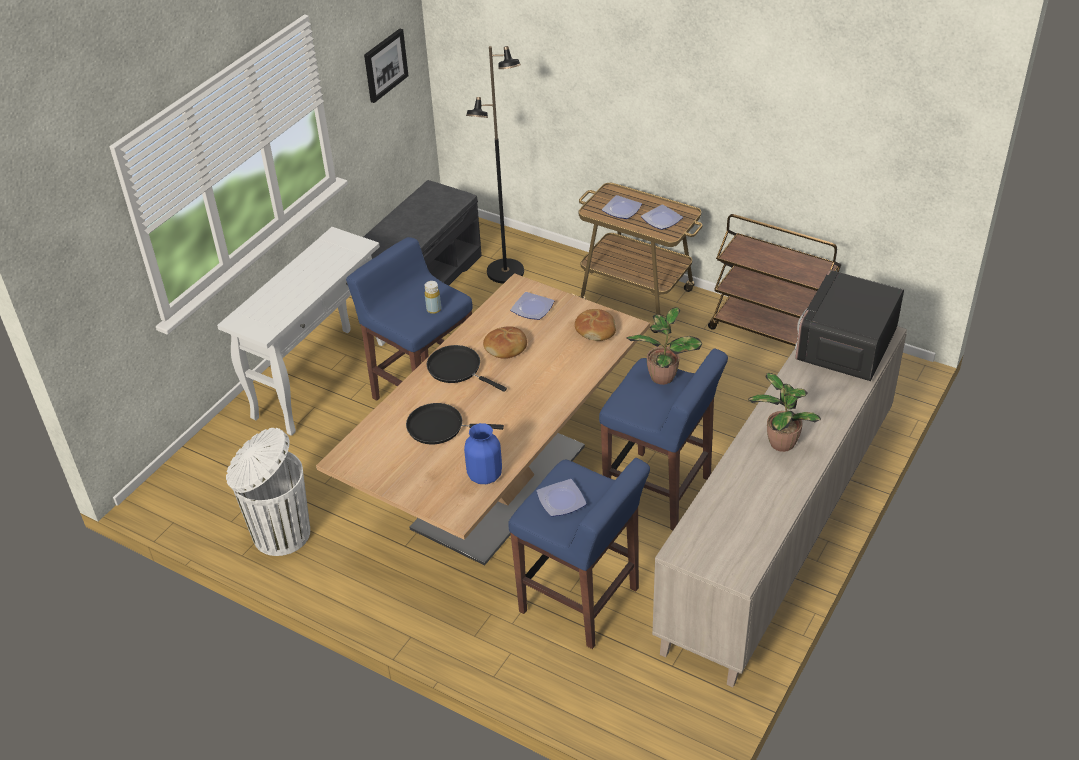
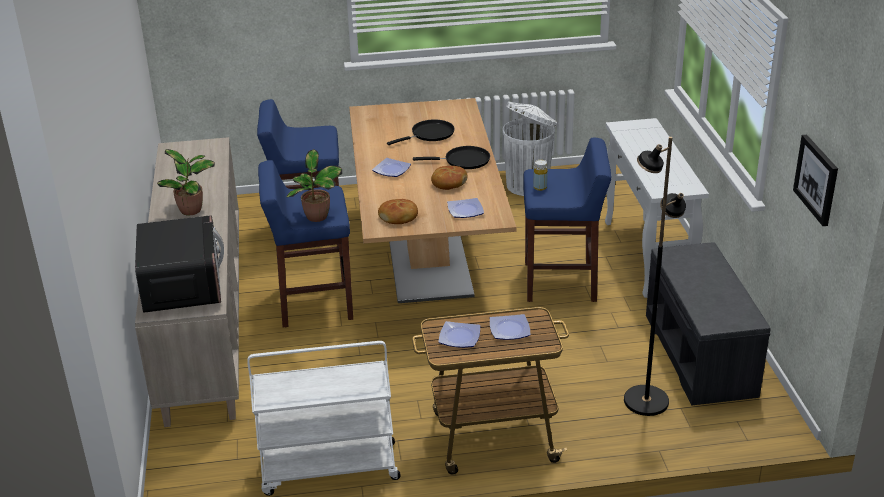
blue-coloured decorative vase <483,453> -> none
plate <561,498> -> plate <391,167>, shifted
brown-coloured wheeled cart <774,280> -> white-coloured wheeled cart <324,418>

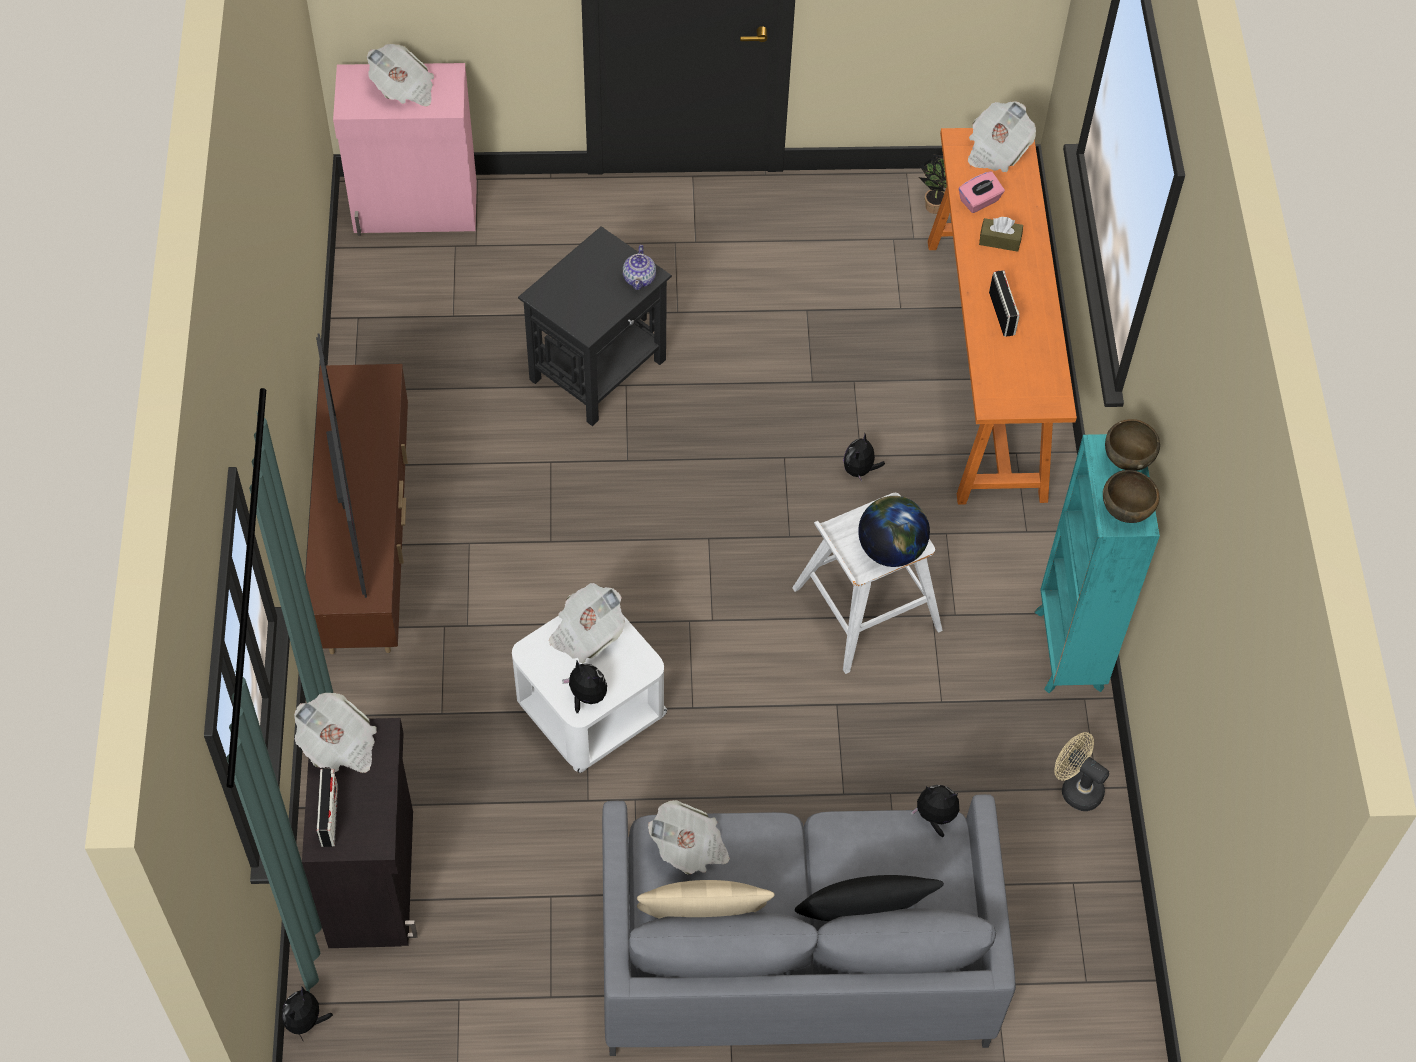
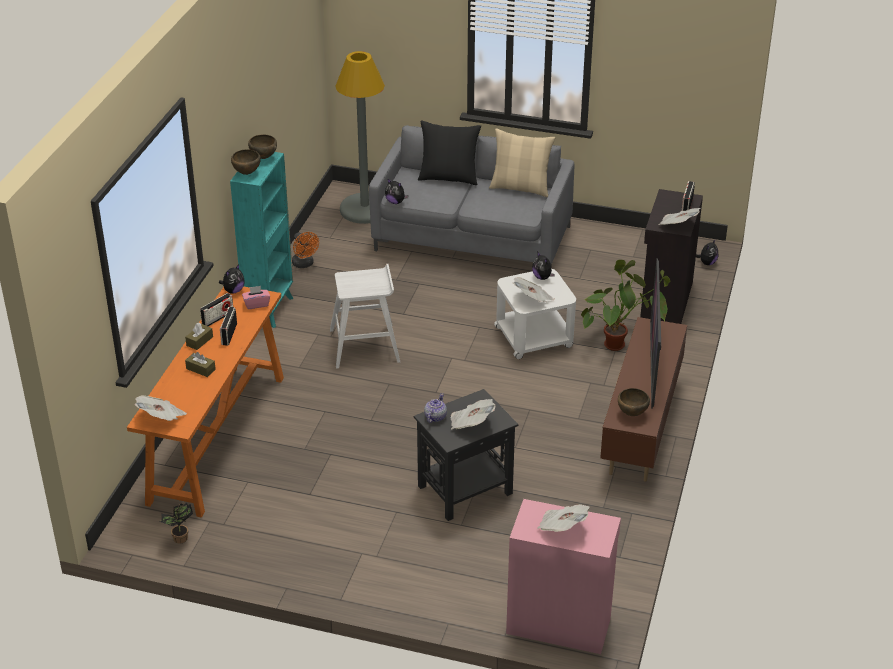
globe <894,531> -> none
none -> brown-coloured tissue box <199,336>
none -> radio set <216,309>
none -> gray floor lamp <360,137>
none -> plant in a pot <625,305>
none -> brown-coloured deep dish <634,402>
daily paper <689,837> -> daily paper <473,414>, shifted
cuddly toy <864,458> -> cuddly toy <232,278>, shifted
pink-coloured tissue box <982,192> -> pink-coloured tissue box <256,297>, shifted
sand-coloured cooling fan <1081,771> -> orangey cooling fan <305,250>

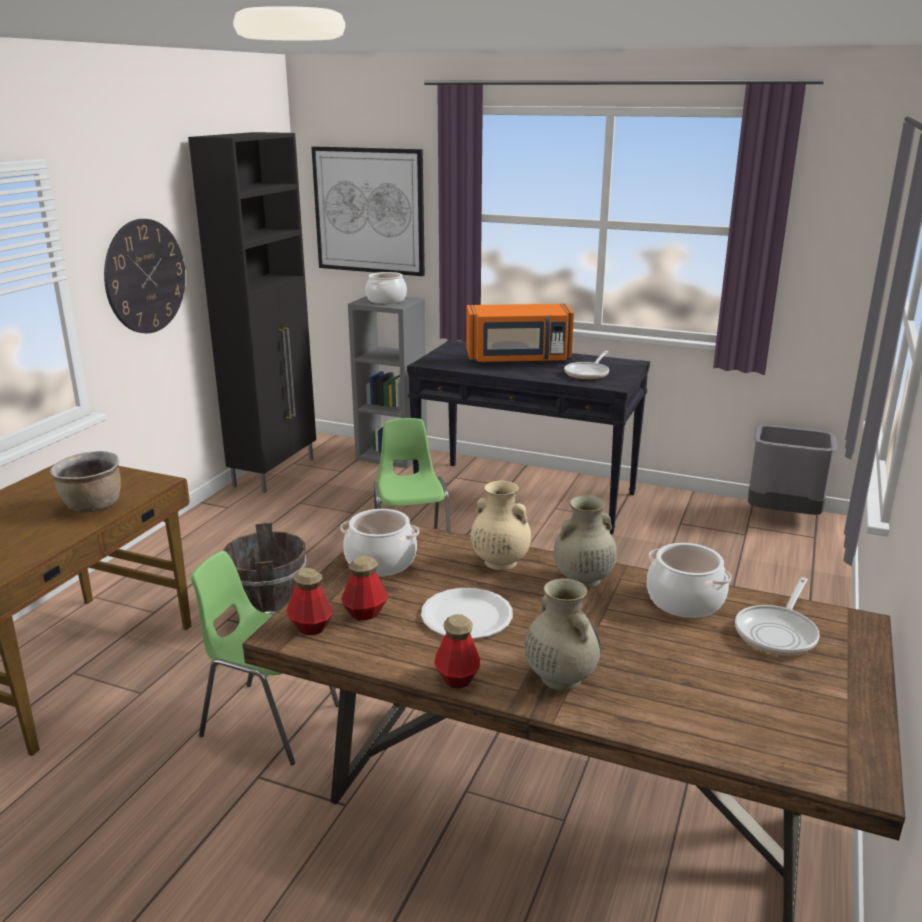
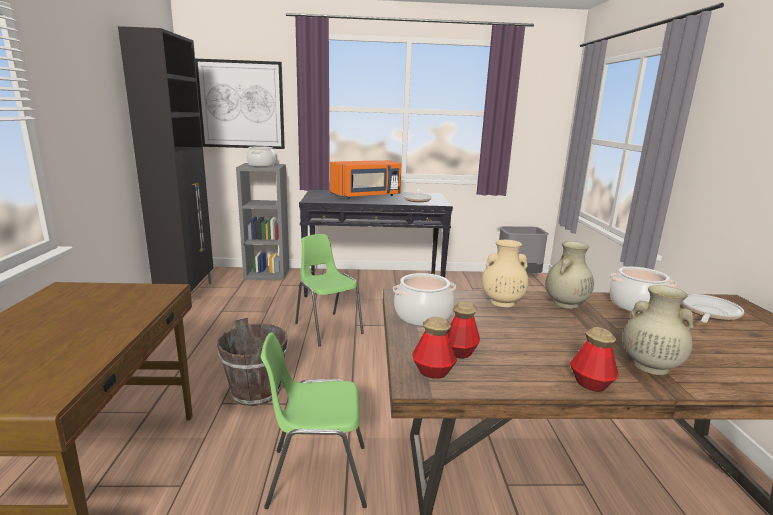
brown-coloured cooking pot <85,482> -> none
hanging clock <144,276> -> none
white-coloured plate <467,613> -> none
frying pan <777,616> -> frying pan <713,308>, 150 degrees counterclockwise

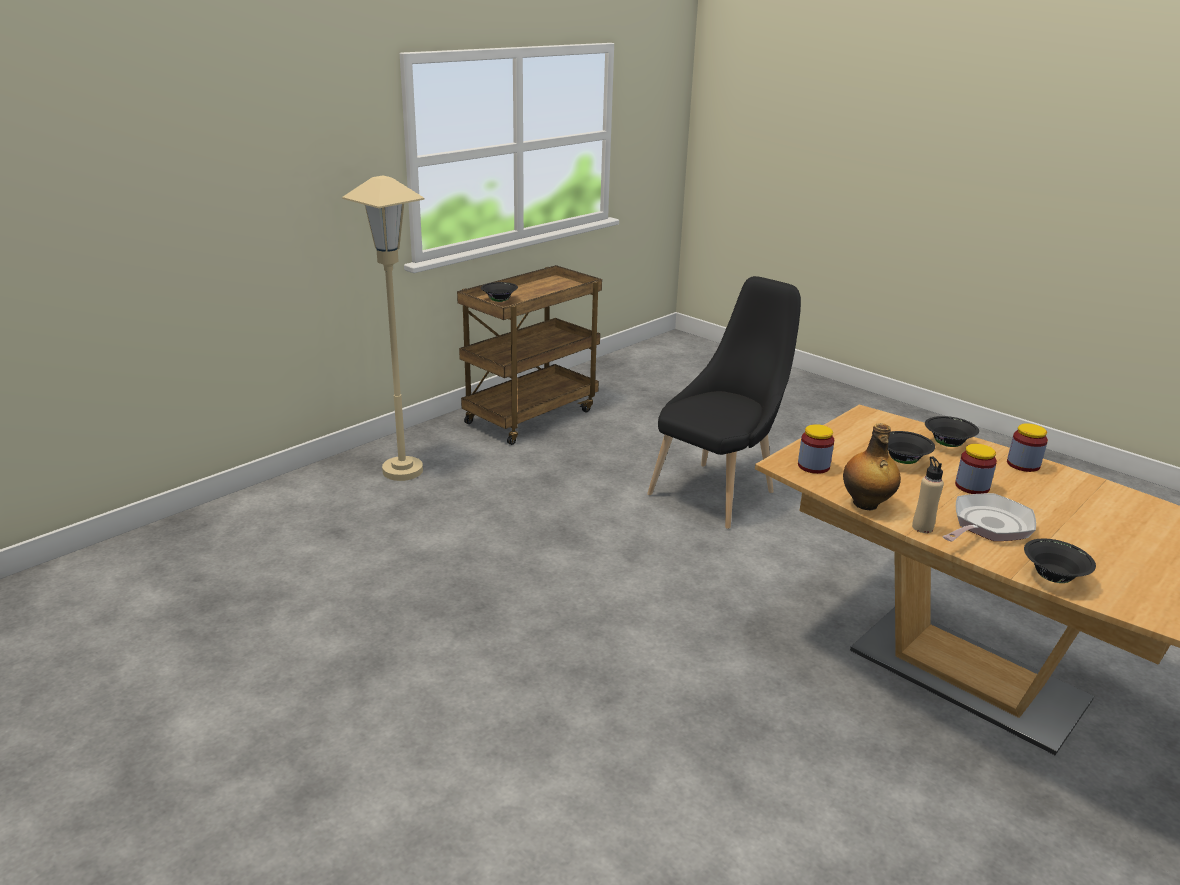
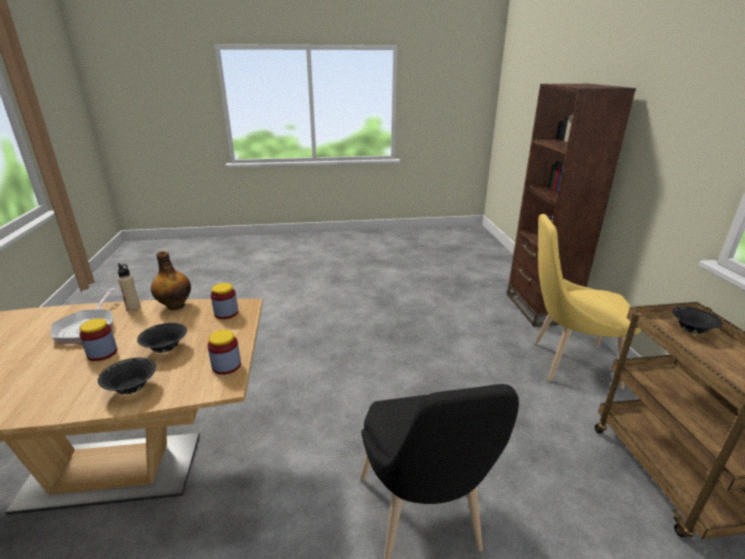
blackish deep dish <1060,561> -> none
none -> brown-coloured bookcase <571,205>
storage jar <1027,447> -> storage jar <224,352>, shifted
sand-coloured floor lamp <383,328> -> yellow-coloured plain chair <588,301>

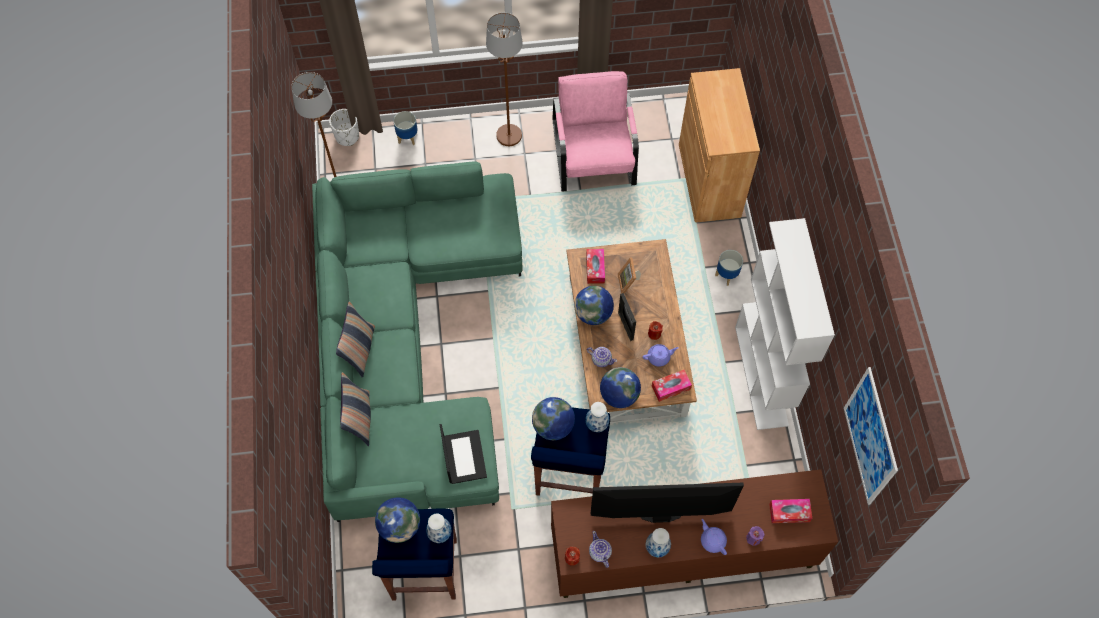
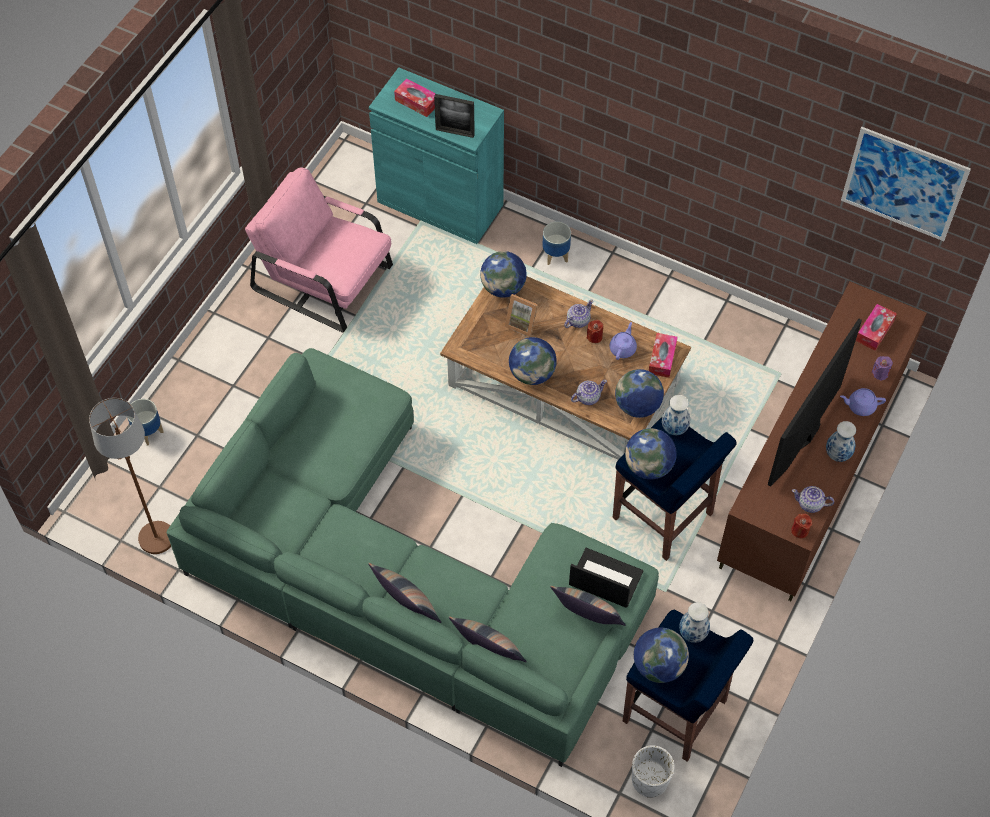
brown-coloured floor lamp <504,79> -> none
white-coloured bookcase <785,324> -> none
none -> globe <503,274>
none -> throw pillow <588,606>
none -> pot for tea <578,314>
white-coloured plant pot <344,127> -> white-coloured plant pot <653,772>, shifted
tissue box <595,266> -> tissue box <415,97>, shifted
picture frame <627,317> -> picture frame <454,116>, shifted
brown-coloured cabinet <719,145> -> blue-green cabinet <436,155>

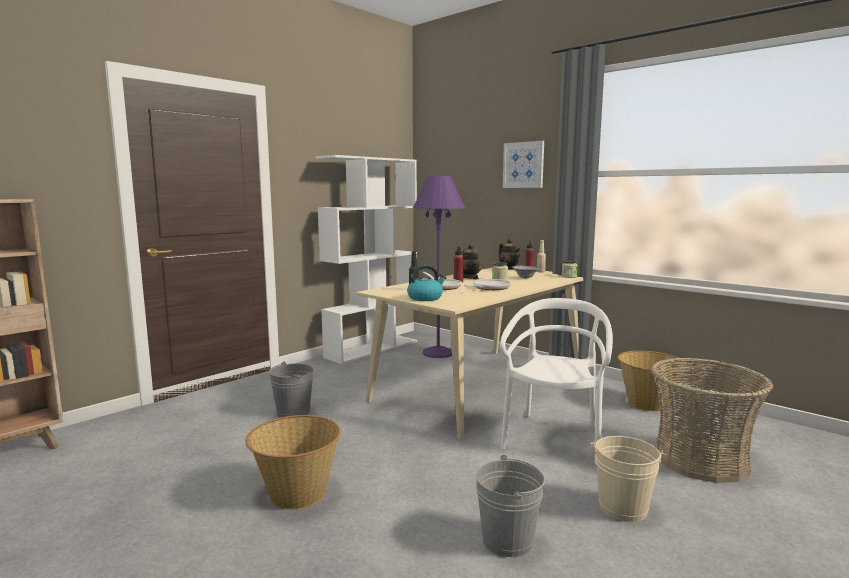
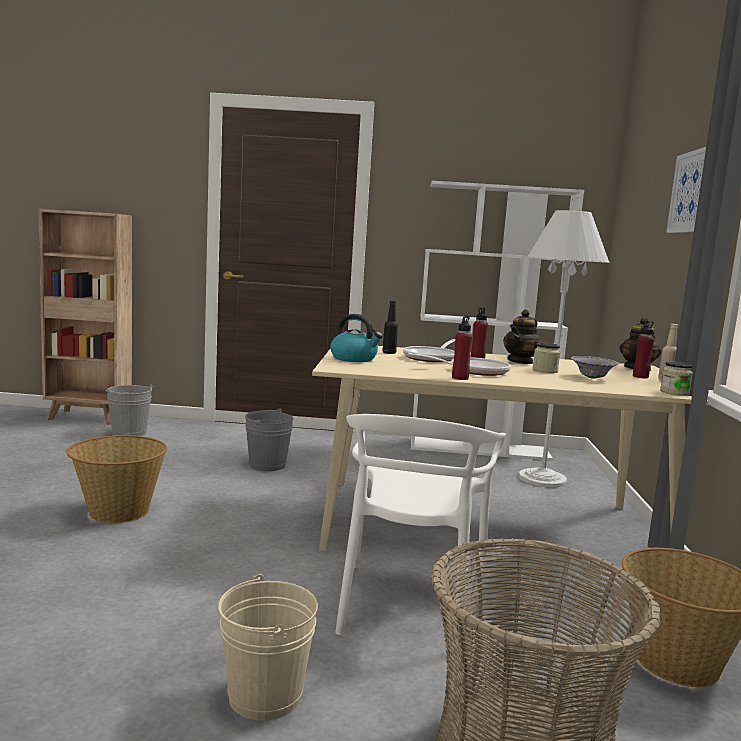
none -> red-coloured beverage bottle <462,348>
gray water bucket <510,506> -> gray water bucket <130,410>, shifted
purplish floor lamp <439,267> -> white-coloured floor lamp <564,349>
white-coloured plain chair <556,381> -> white-coloured plain chair <420,524>, 120 degrees clockwise

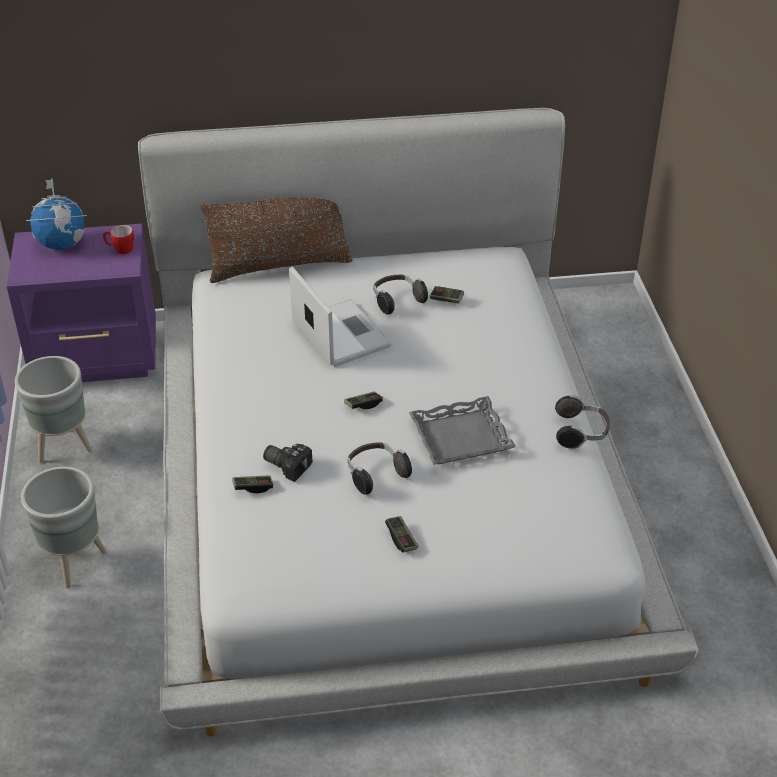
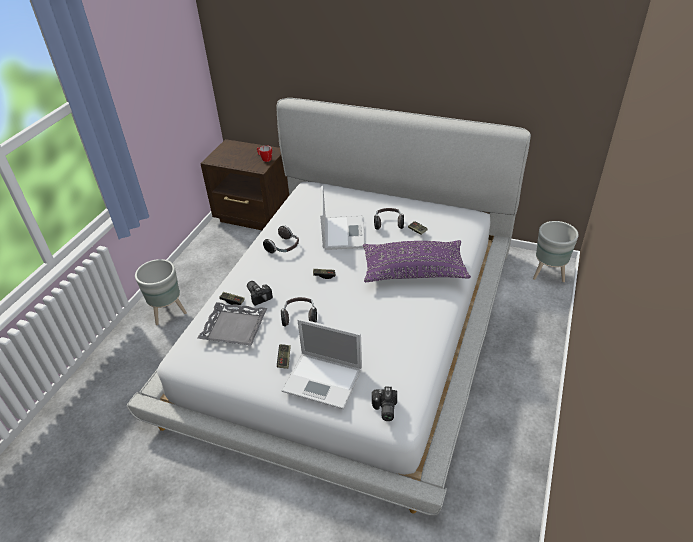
globe <56,214> -> none
brown-coloured throw pillow <276,240> -> none
none -> laptop <321,363>
none -> purplish throw pillow <417,261>
none -> still camera <384,404>
gray plant pot <54,409> -> gray plant pot <556,251>, shifted
gray serving tray <462,430> -> gray serving tray <232,324>, shifted
pair of headphones <582,422> -> pair of headphones <281,240>, shifted
purplish bedside table <81,303> -> brown-coloured bedside table <244,184>

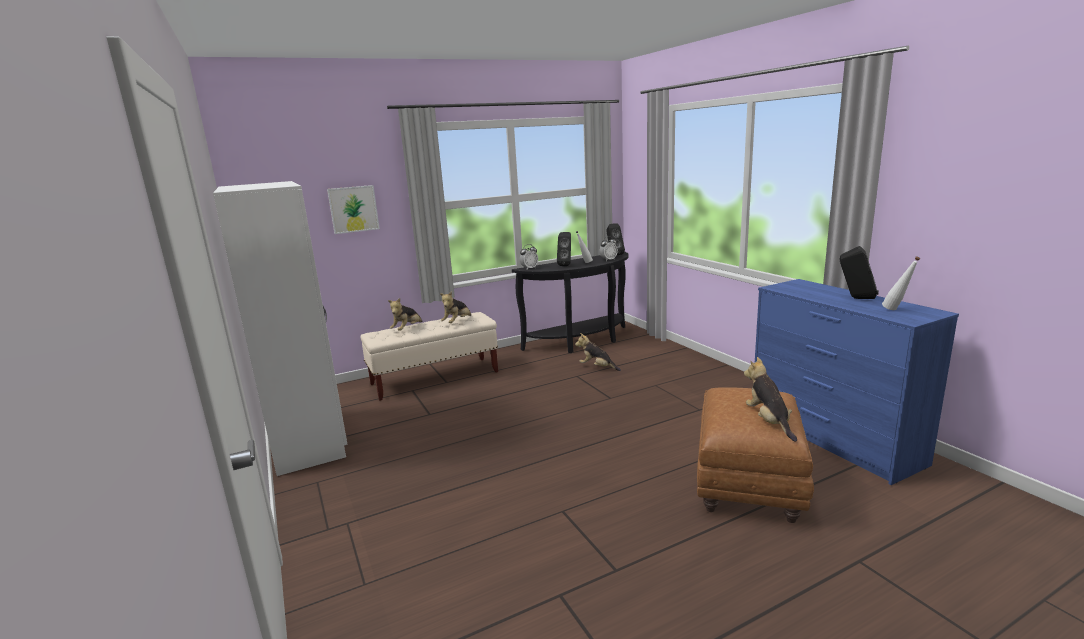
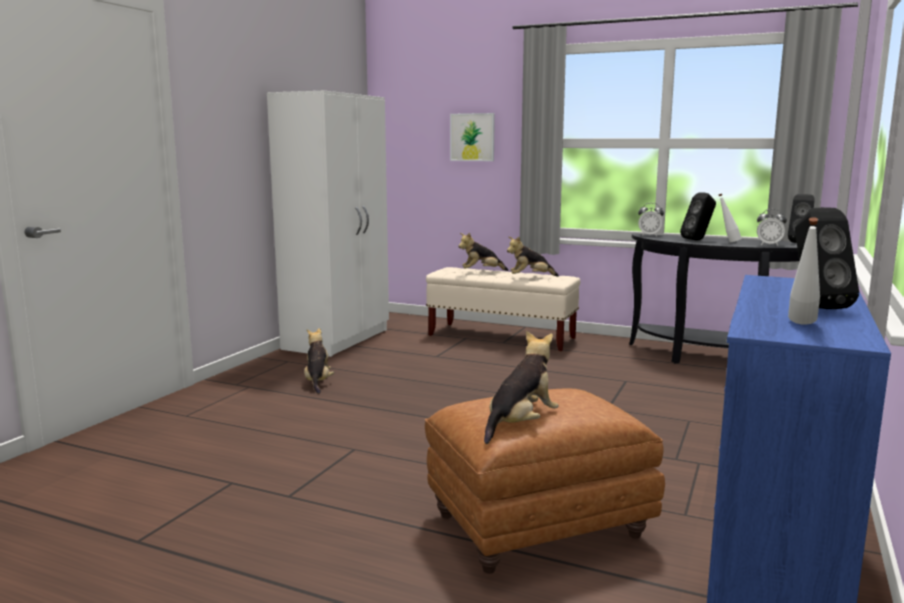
cuddly toy <598,352> -> cuddly toy <319,361>, shifted

